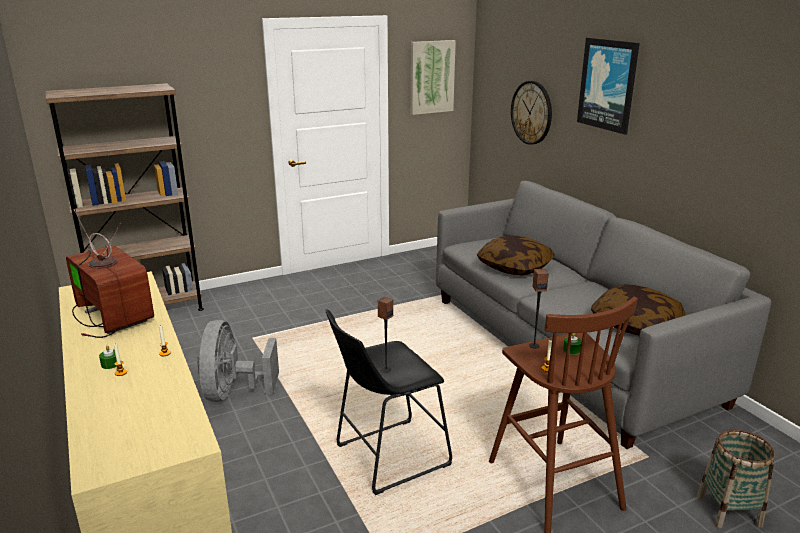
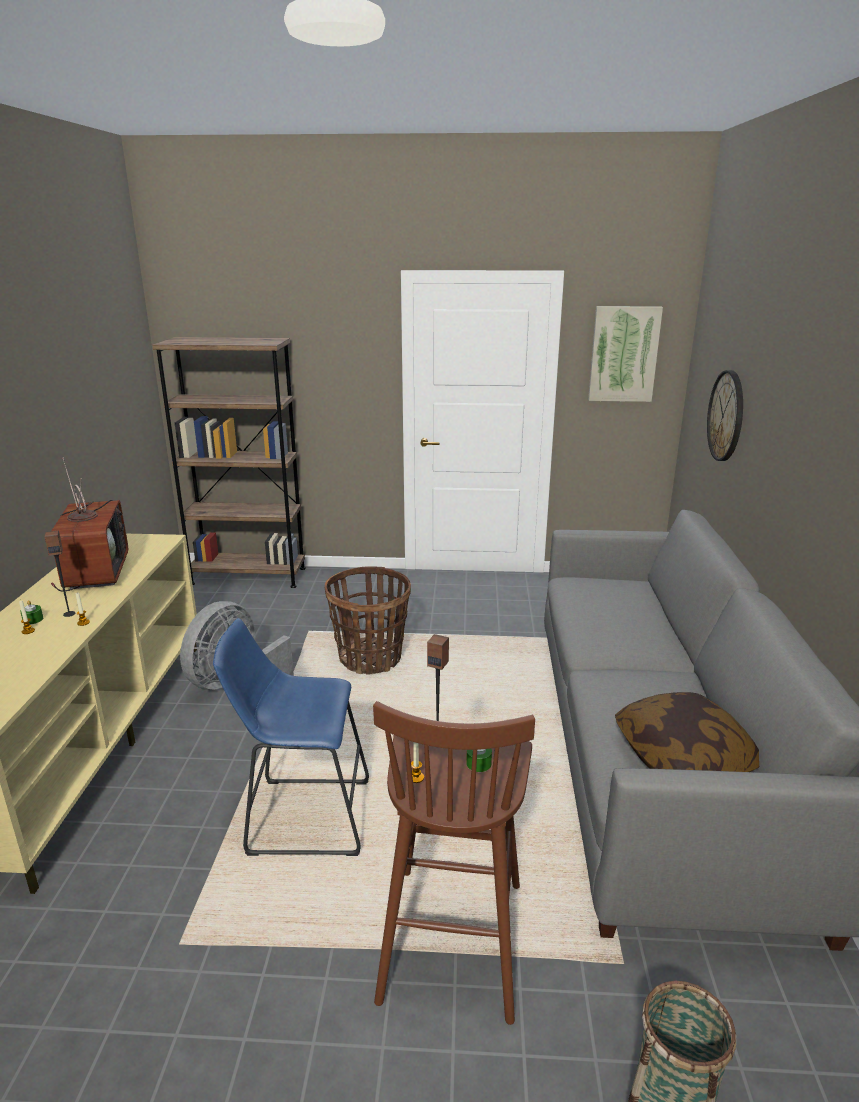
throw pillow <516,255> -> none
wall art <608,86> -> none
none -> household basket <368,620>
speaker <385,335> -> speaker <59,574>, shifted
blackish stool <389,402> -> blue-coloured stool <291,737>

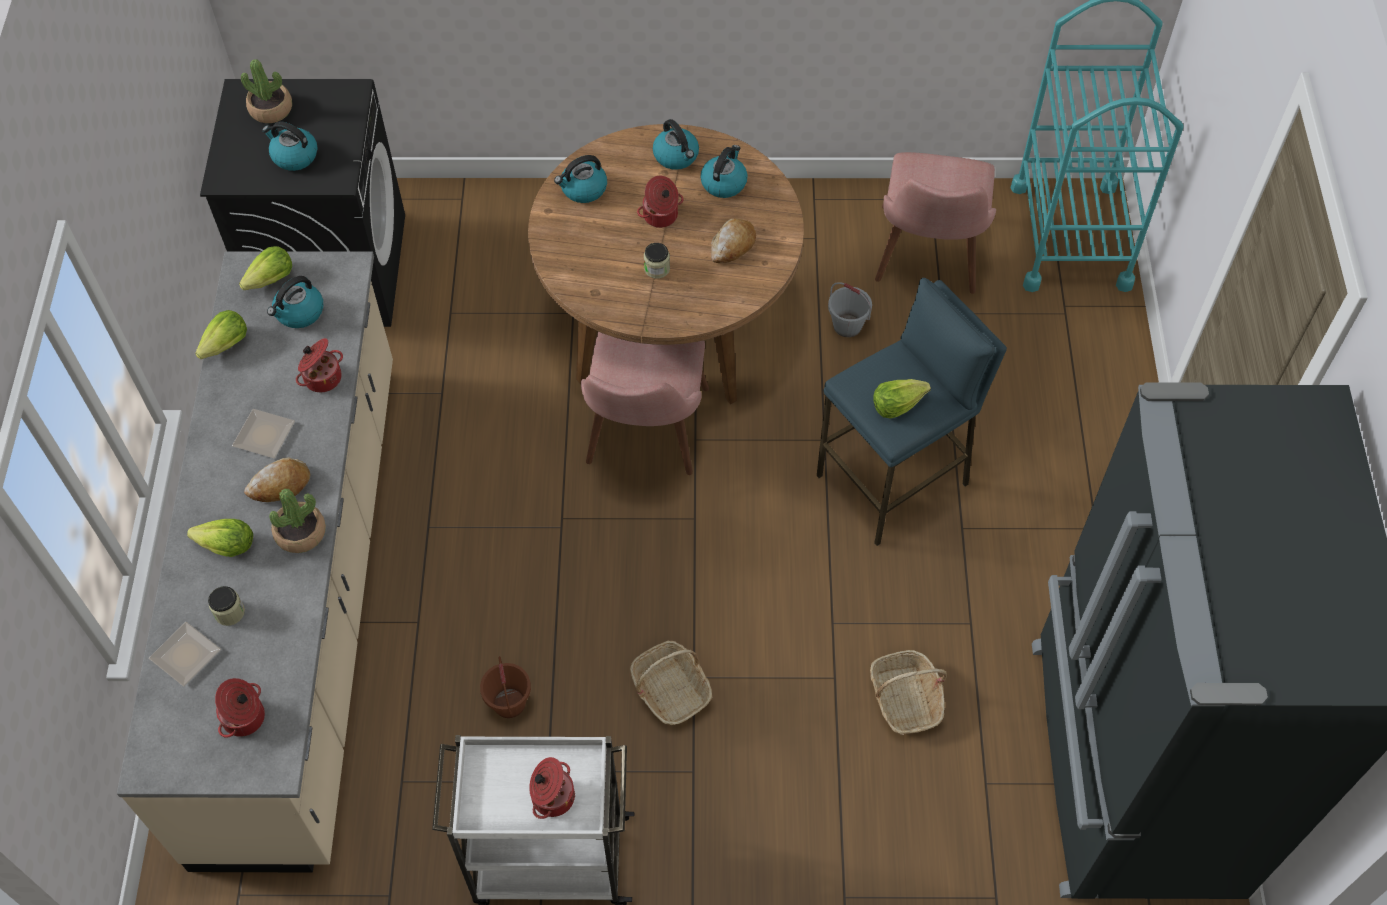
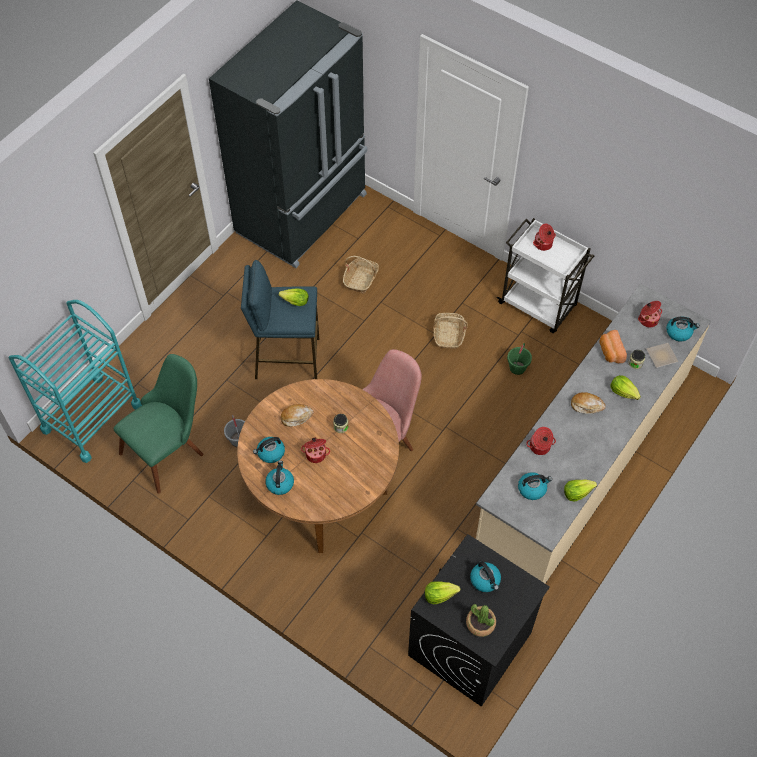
plate <263,433> -> none
plant in a pot <297,520> -> none
none -> bakery bread <613,346>
lettuce head <265,268> -> lettuce head <442,592>, shifted
tea kettle <580,179> -> tea kettle <683,329>, shifted
brown-coloured water bucket <505,687> -> green-coloured water bucket <519,359>
pink-coloured plain chair <935,223> -> green-coloured plain chair <159,424>

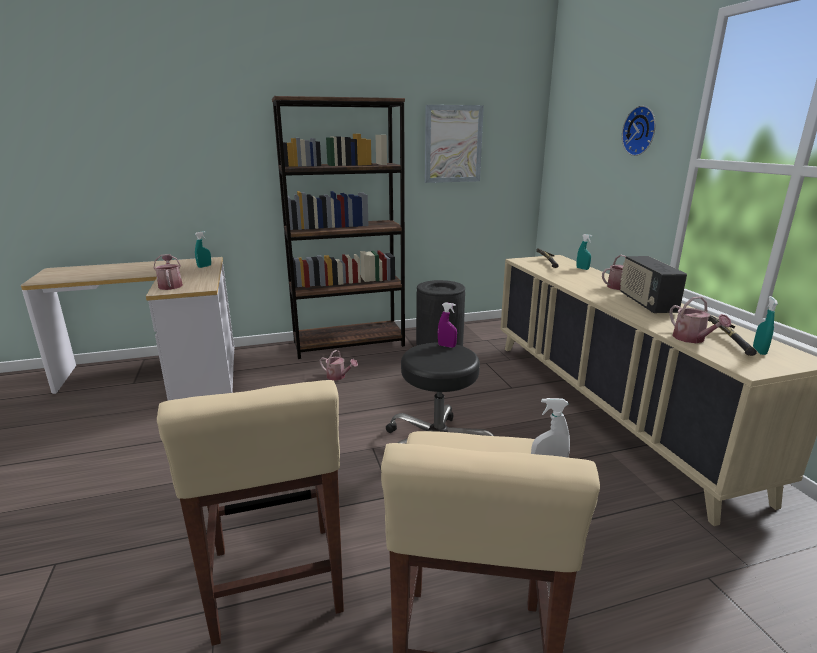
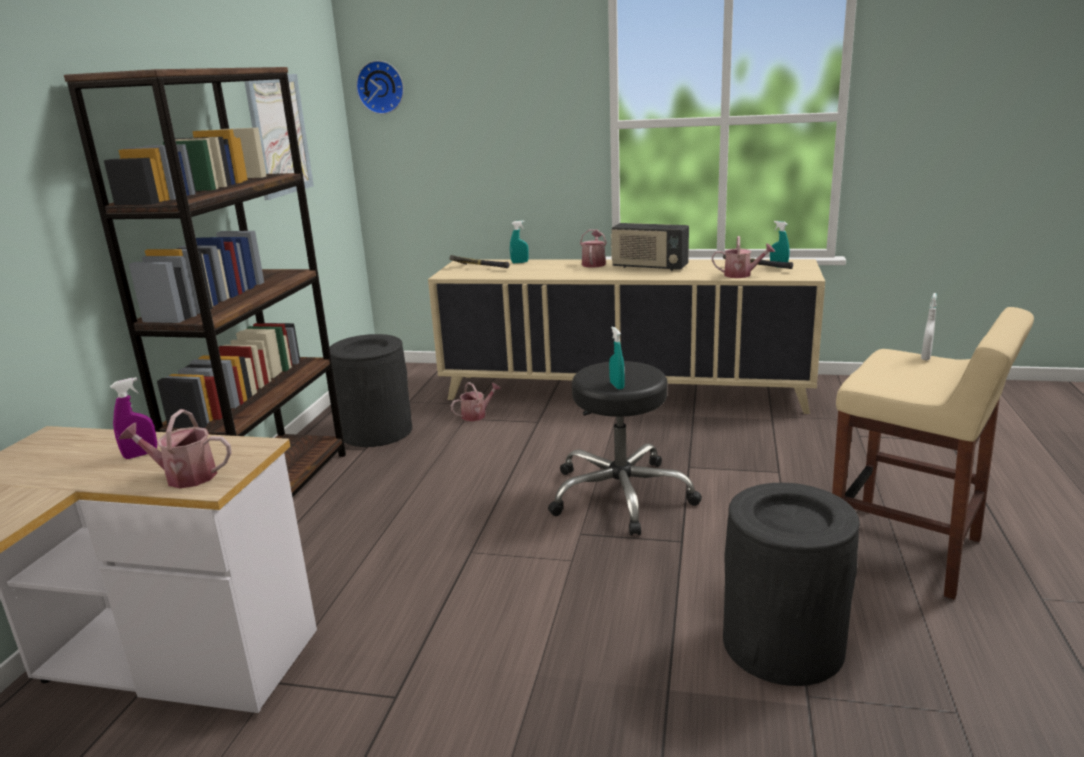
blue-green hand sprayer <203,249> -> blue-green hand sprayer <617,358>, shifted
watering can <339,365> -> watering can <476,401>, shifted
purplish hand sprayer <447,325> -> purplish hand sprayer <133,418>, shifted
hanging clock <639,131> -> hanging clock <380,87>, shifted
sand-coloured stool <250,513> -> blackish trash can <791,584>

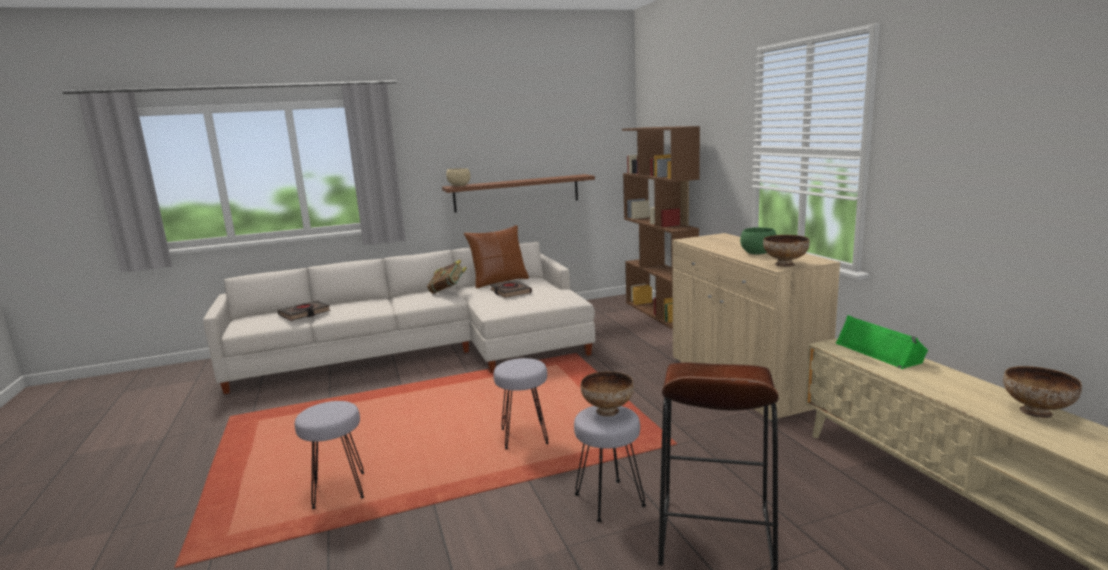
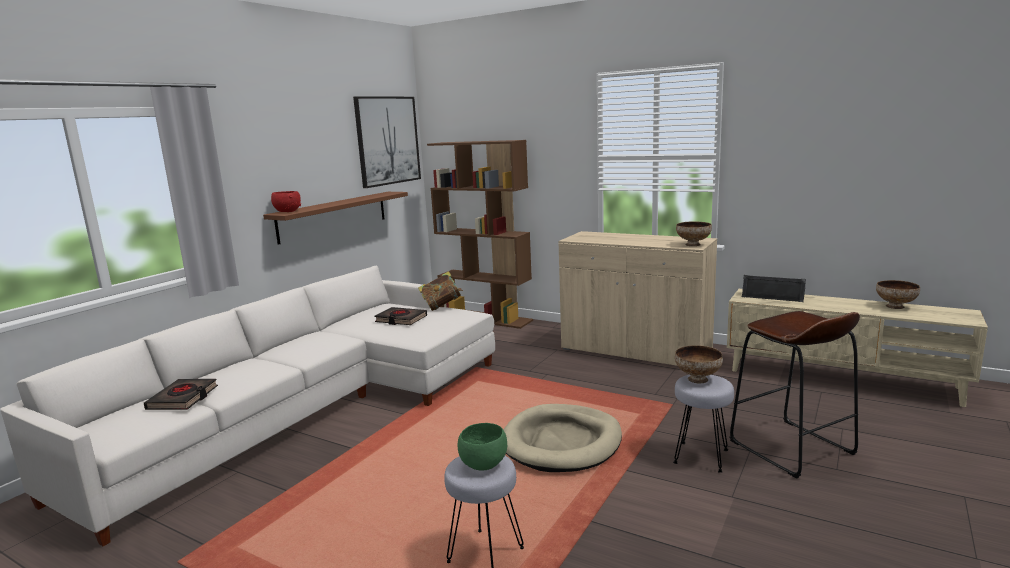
brown-coloured throw pillow <496,256> -> none
none -> wall art <387,142>
bound book <446,276> -> bound book <440,291>, shifted
green-coloured deep dish <758,240> -> green-coloured deep dish <482,447>, shifted
gray stool <521,403> -> sand-coloured pet bed <562,438>
sand-coloured deep dish <458,177> -> red-coloured deep dish <286,201>
green-coloured speaker <881,342> -> blackish speaker <774,288>

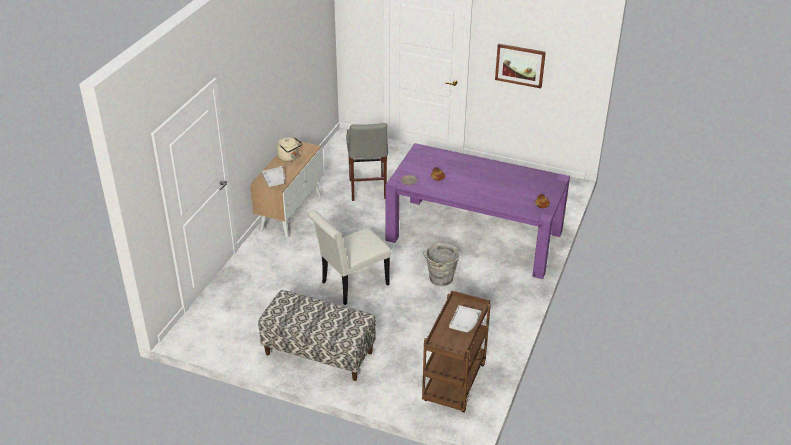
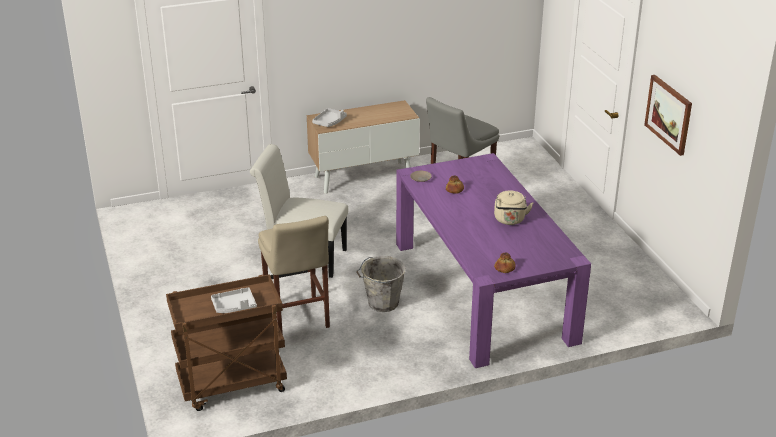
bench <317,335> -> none
none -> sand-coloured stool <294,275>
sand-coloured tea kettle <289,149> -> sand-coloured tea kettle <513,207>, shifted

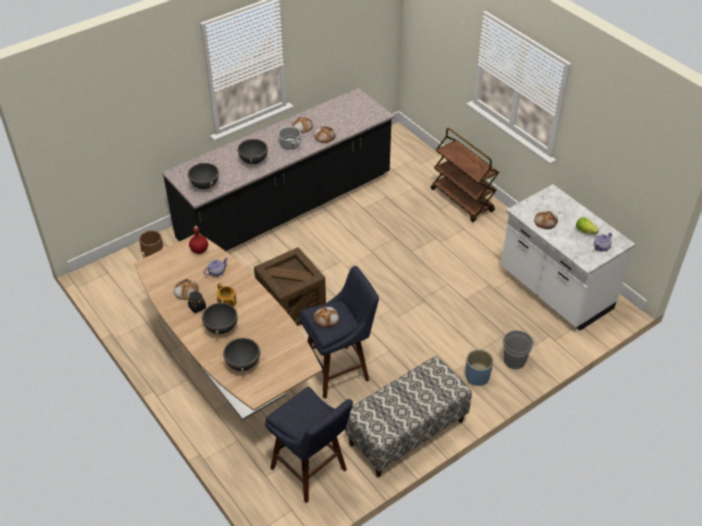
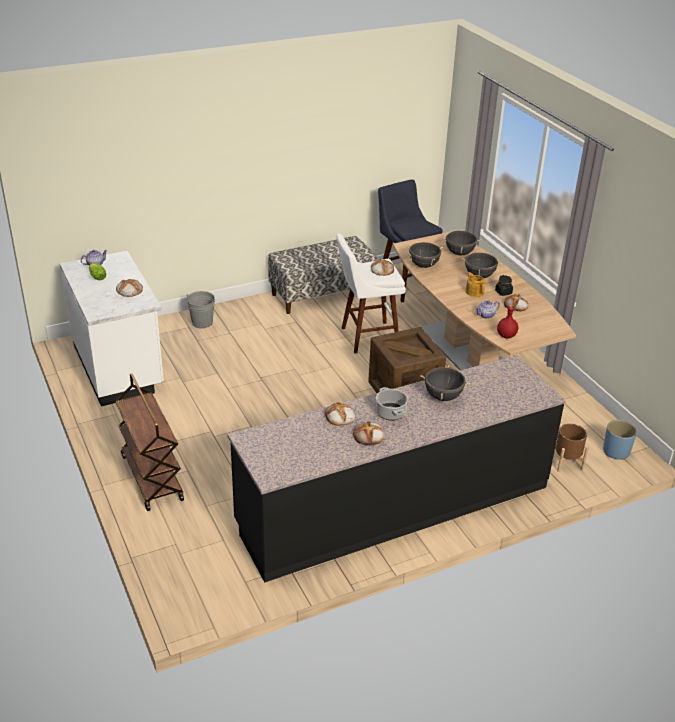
blackish cooking pot <203,176> -> blackish cooking pot <425,255>, shifted
blue-coloured plant pot <479,367> -> blue-coloured plant pot <620,440>, shifted
blue-coloured stool <339,332> -> white-coloured stool <371,293>

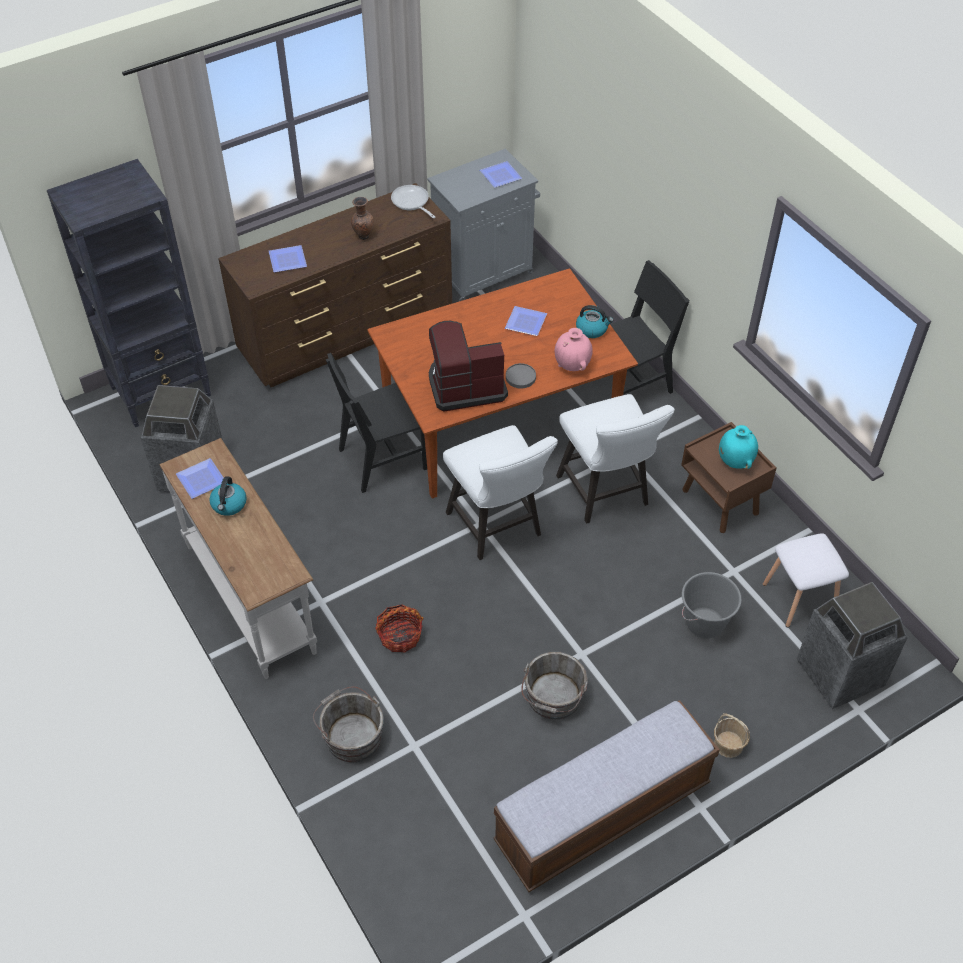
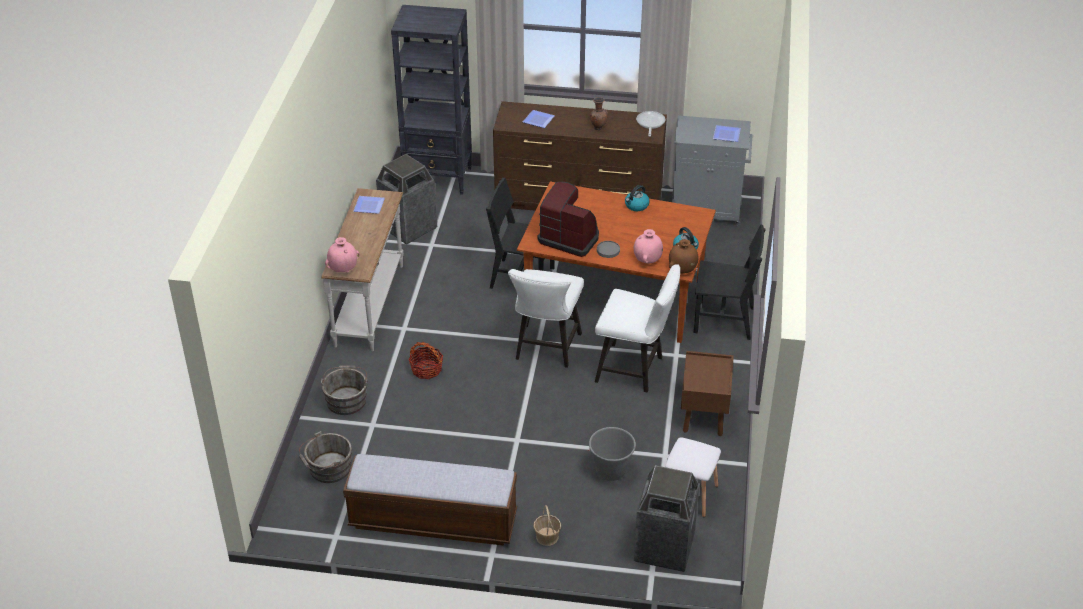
plate <526,321> -> none
blue-green decorative vase <738,447> -> none
none -> pink-coloured decorative vase <342,255>
none -> brown-coloured decorative vase <683,256>
tea kettle <228,496> -> tea kettle <637,198>, shifted
gray water bucket <554,685> -> gray water bucket <325,457>, shifted
white-coloured plain chair <615,459> -> white-coloured plain chair <637,328>, 90 degrees counterclockwise

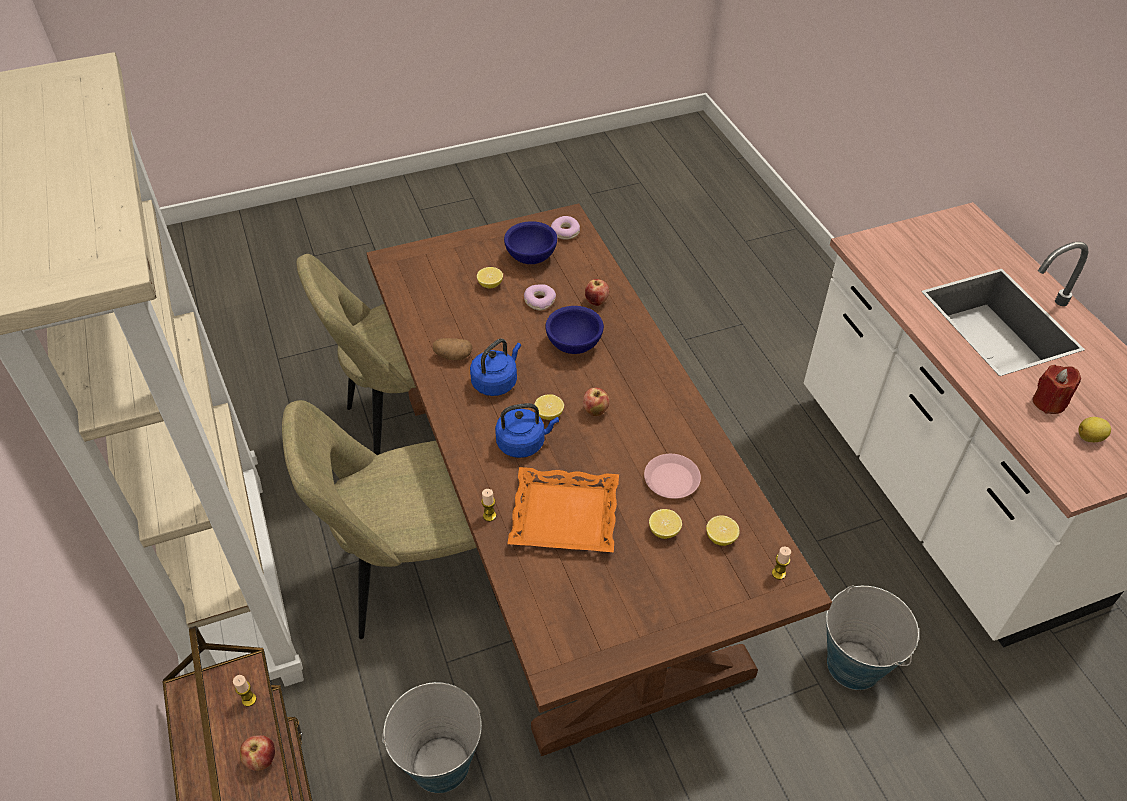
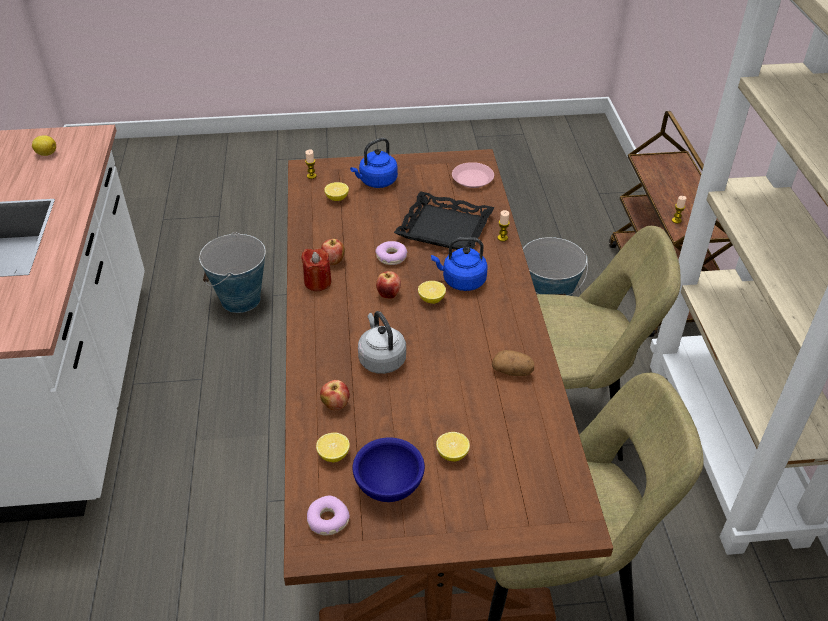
whole apple <257,753> -> whole apple <333,252>, shifted
blue-coloured tea kettle <495,367> -> blue-coloured tea kettle <374,163>, shifted
ring doughnut <540,297> -> ring doughnut <391,253>, shifted
pink-coloured plate <672,476> -> pink-coloured plate <473,175>, shifted
citrus fruit <665,524> -> citrus fruit <333,447>, shifted
red-coloured wax light <1056,389> -> red-coloured wax light <316,269>, shifted
blue-coloured deep dish <574,330> -> gray tea kettle <382,342>
orangey serving tray <563,509> -> blackish serving tray <444,220>

